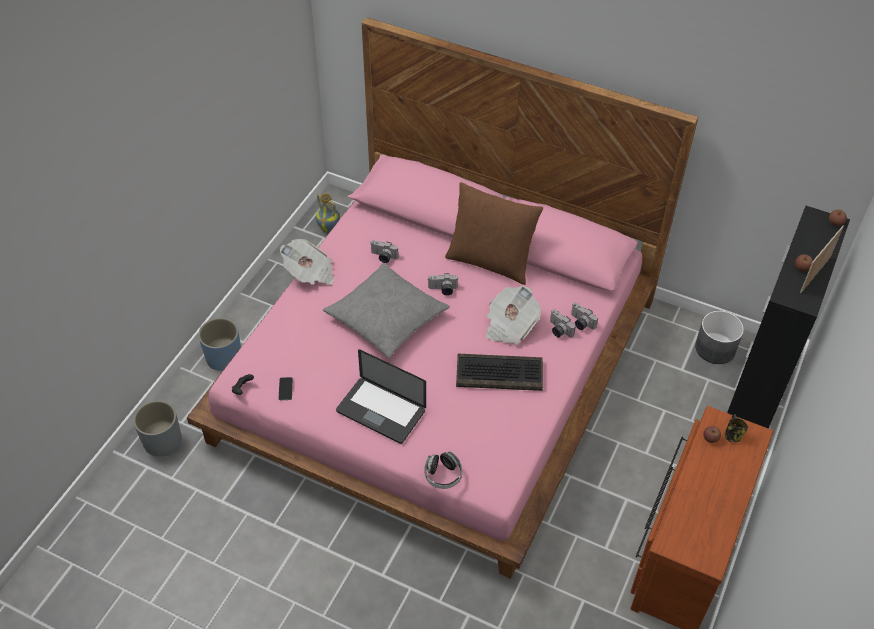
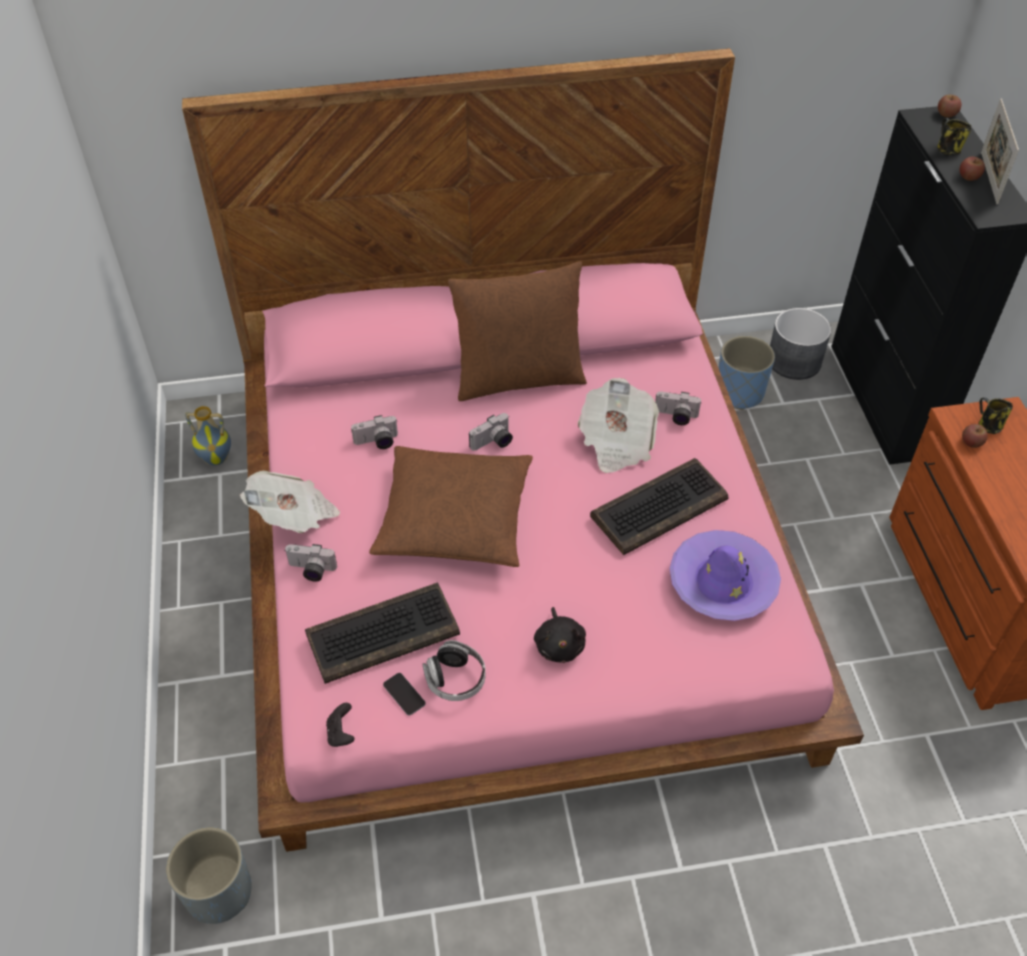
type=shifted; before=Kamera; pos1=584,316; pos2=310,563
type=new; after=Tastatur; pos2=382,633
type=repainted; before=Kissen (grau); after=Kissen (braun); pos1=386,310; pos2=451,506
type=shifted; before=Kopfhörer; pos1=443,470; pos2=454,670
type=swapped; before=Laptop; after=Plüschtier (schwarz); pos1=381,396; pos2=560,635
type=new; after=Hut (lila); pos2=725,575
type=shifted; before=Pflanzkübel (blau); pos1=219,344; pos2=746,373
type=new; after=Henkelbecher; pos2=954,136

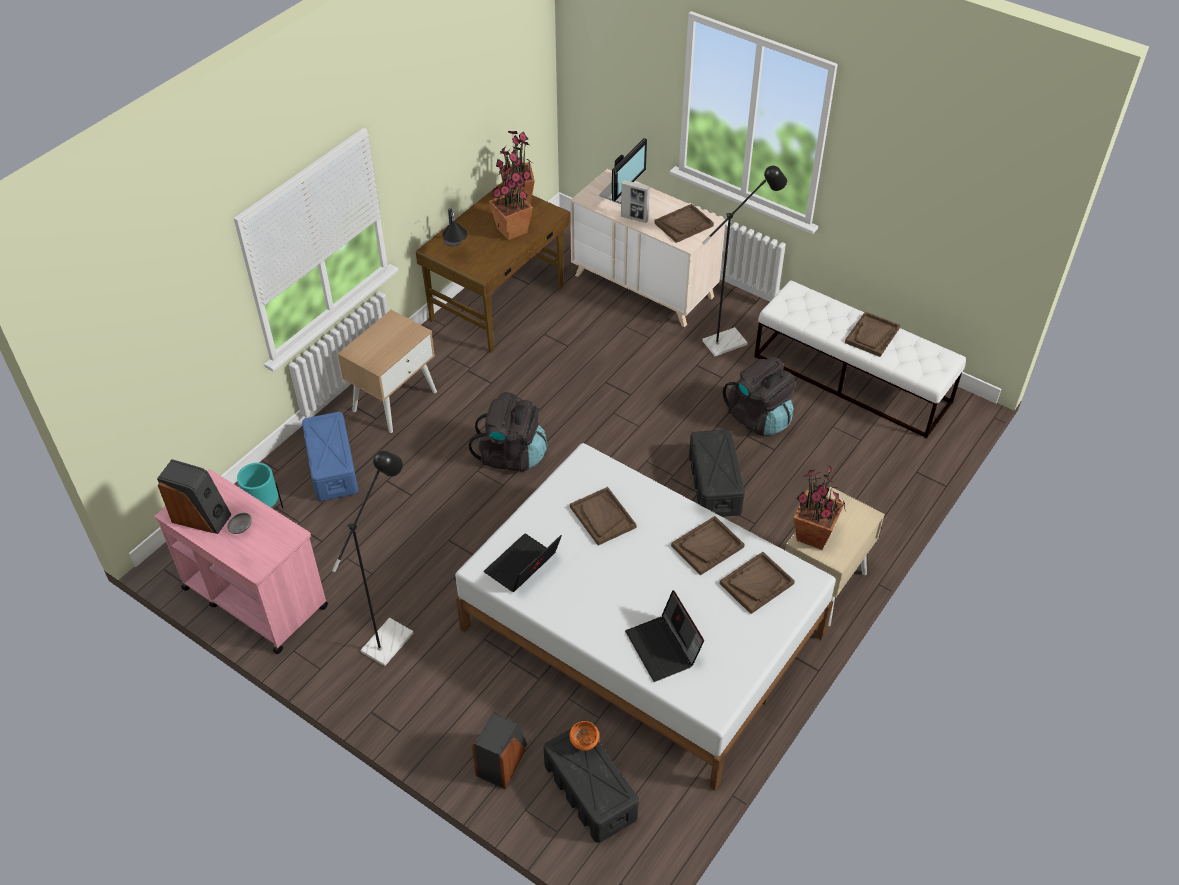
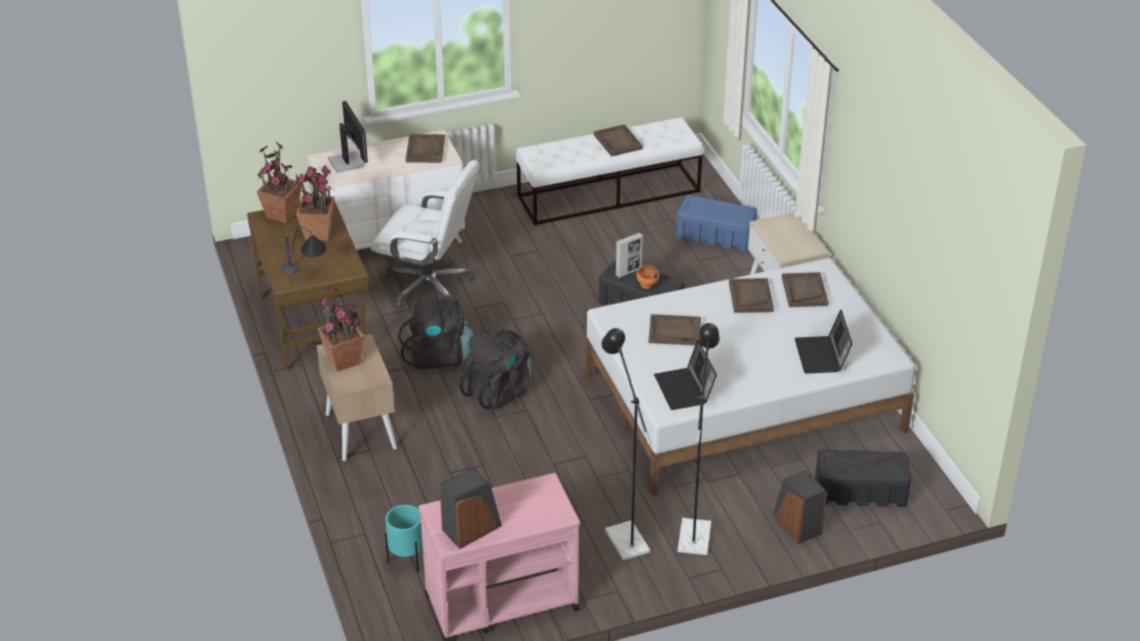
type=shifted; before=Topfpflanze; pos1=820,507; pos2=341,329
type=new; after=Bürostuhl (weiß); pos2=425,234
type=shifted; before=Rucksack (schwarz); pos1=759,396; pos2=436,331
type=shifted; before=Bilderrahmen; pos1=635,201; pos2=629,255
type=shifted; before=Schüssel (orange); pos1=584,736; pos2=647,277
type=shifted; before=Aufbewahrungsbox (blau); pos1=330,456; pos2=716,223
type=shifted; before=Stehlampe (schwarz); pos1=744,261; pos2=699,439
type=rotated; before=Laptop; pos1=664,636; pos2=823,341; turn=75
type=gone; before=Schüssel (grau); pos1=239,523

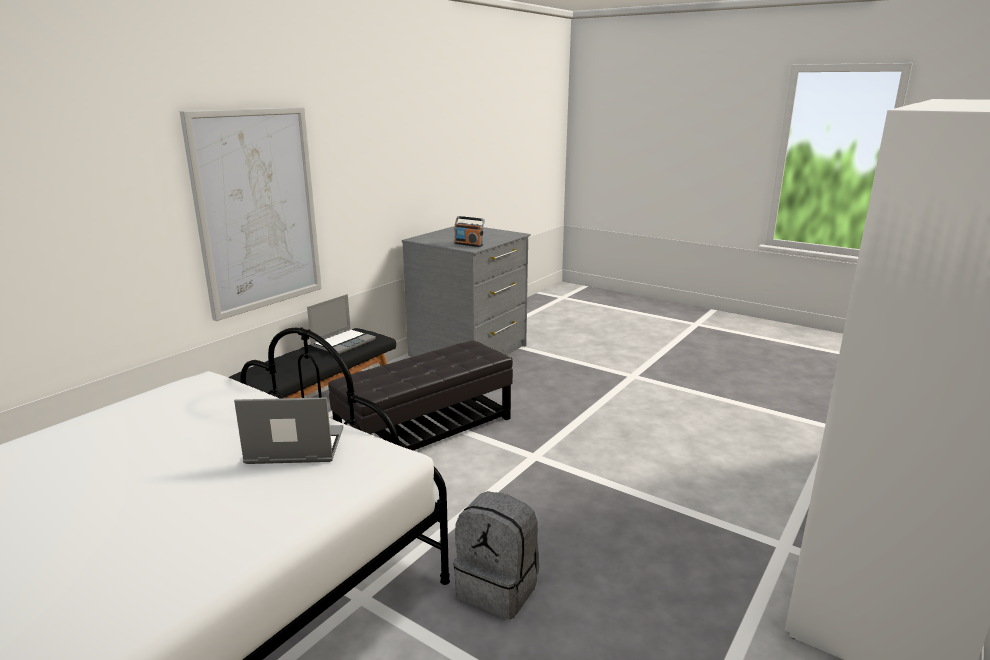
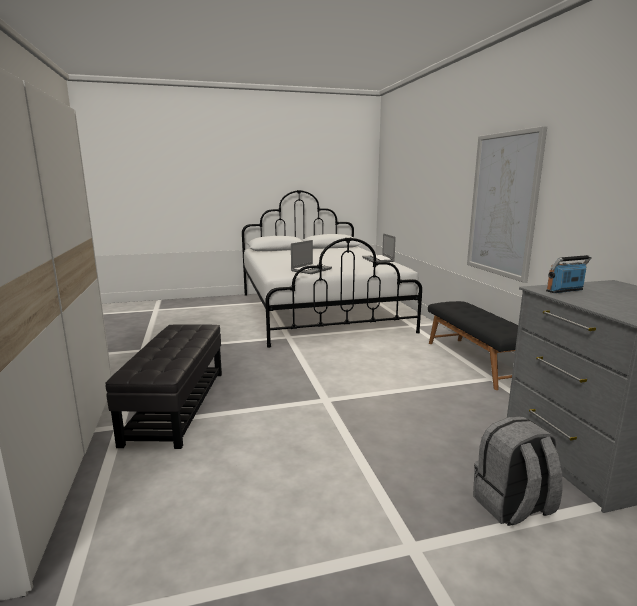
type=shifted; before=Polsterhocker (schwarz); pos1=420,395; pos2=163,386
type=shifted; before=Laptop; pos1=341,324; pos2=379,248
type=shifted; before=Rucksack (grau); pos1=496,555; pos2=518,471

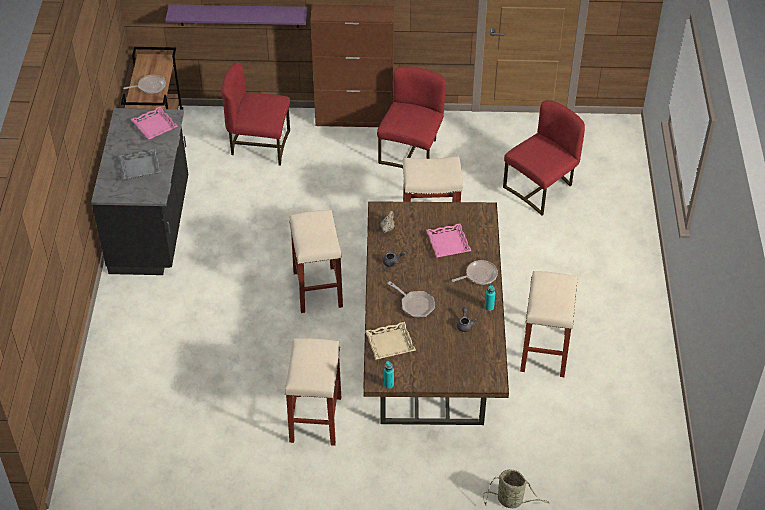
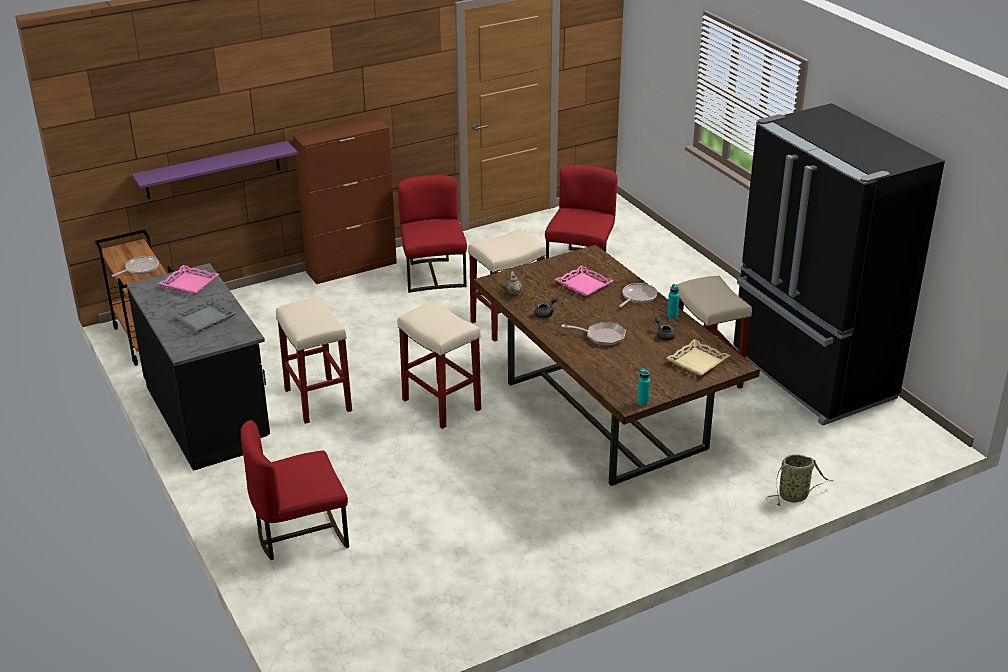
type=shifted; before=Stuhl (rot); pos1=256,114; pos2=295,490
type=shifted; before=Hocker (beige); pos1=313,392; pos2=314,361
type=shifted; before=Tablett (beige); pos1=390,341; pos2=698,357
type=new; after=Kühlschrank (schwarz); pos2=839,264

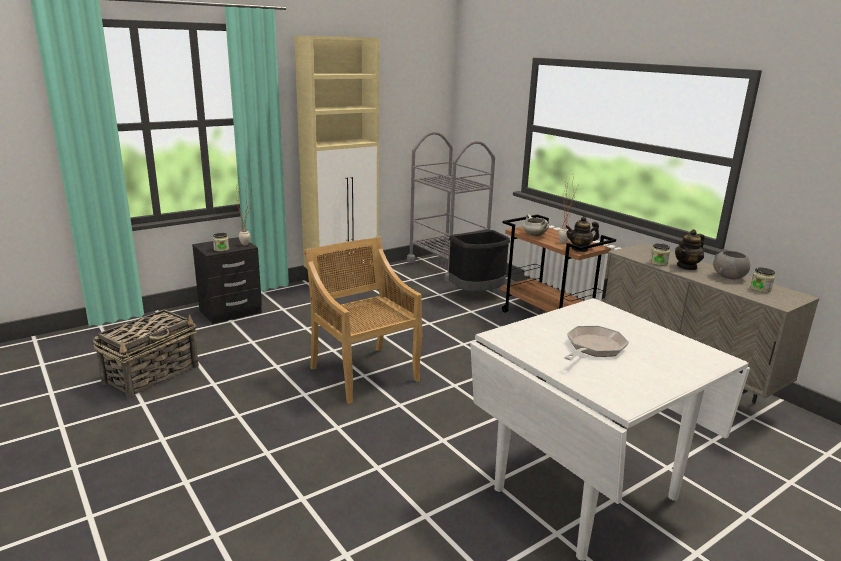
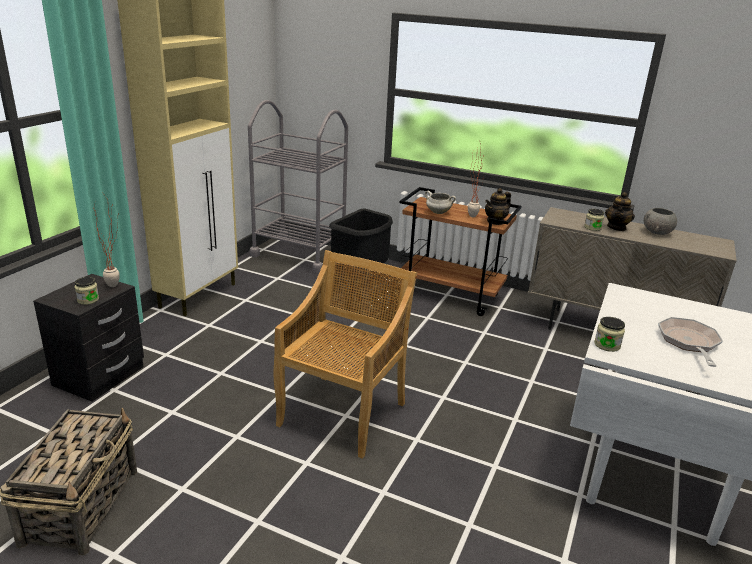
type=rotated; before=Stuhl (beige); pos1=363,320; pos2=345,354; turn=90
type=shifted; before=Vorratsglas; pos1=762,280; pos2=609,334

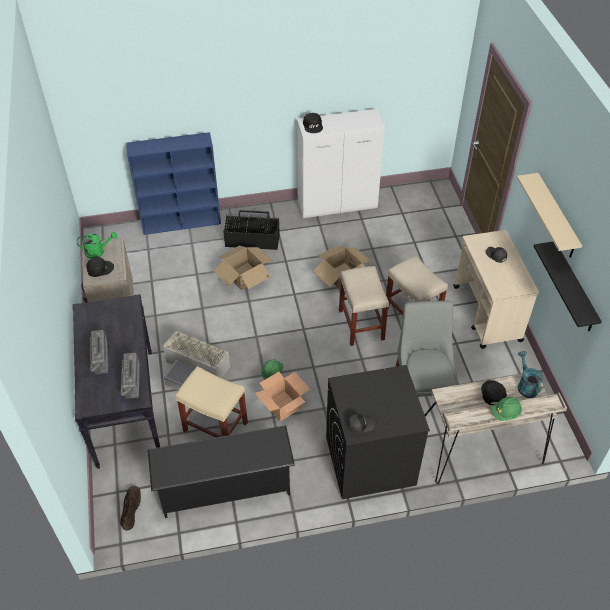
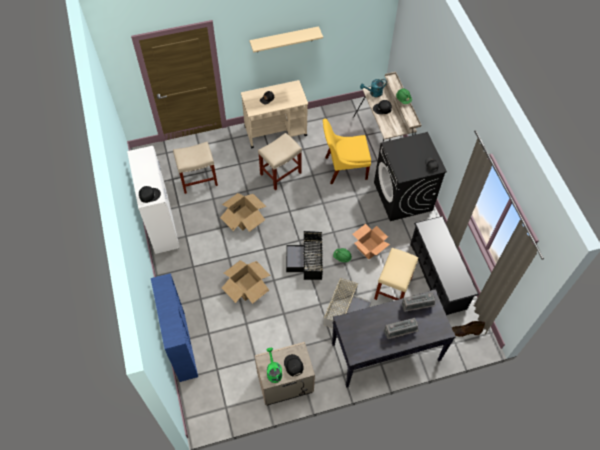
type=shifted; before=Hocker (beige); pos1=364,306; pos2=195,168
type=shifted; before=Aufbewahrungsbox (schwarz); pos1=251,230; pos2=304,255
type=repainted; before=Stuhl (grau); after=Stuhl (gelb); pos1=427,349; pos2=347,151
type=gone; before=Wandregal (schwarz); pos1=567,286

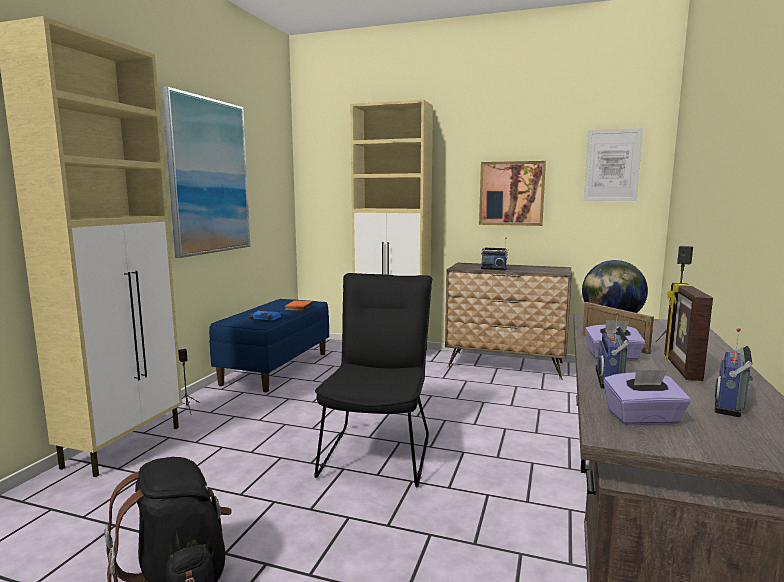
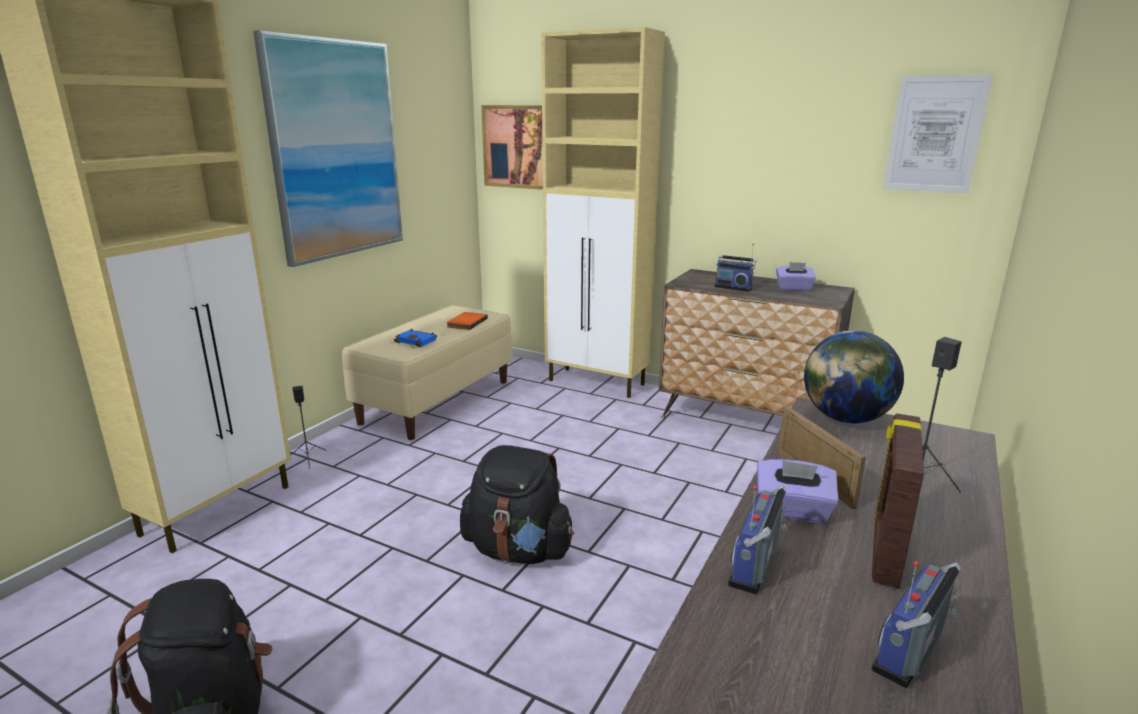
type=repainted; before=Bank (blau); after=Bank (beige); pos1=269,345; pos2=427,372
type=swapped; before=Stuhl (schwarz); after=Rucksack (schwarz); pos1=373,380; pos2=517,504
type=shifted; before=Bild; pos1=512,193; pos2=512,147
type=shifted; before=Taschentuchbox (lila); pos1=647,397; pos2=796,276

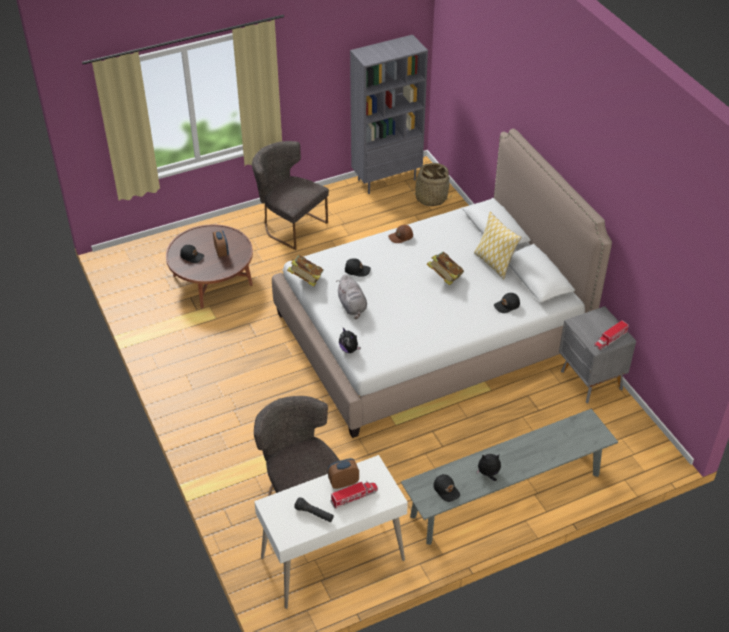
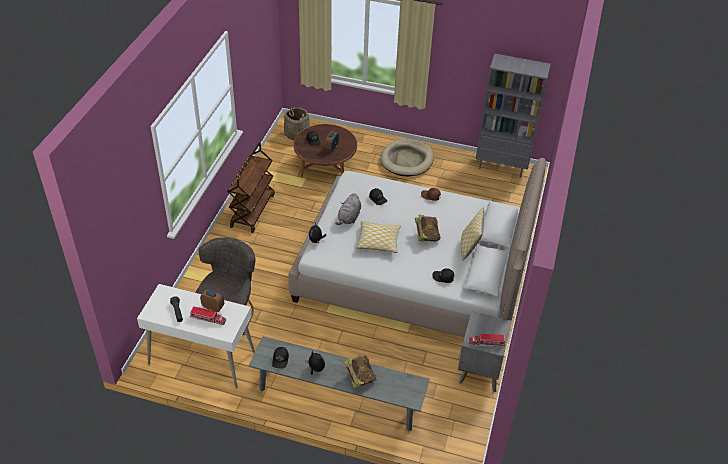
type=new; after=Rollwagen (braun); pos2=251,188
type=shifted; before=Korb; pos1=431,184; pos2=297,123
type=shifted; before=Buch; pos1=305,271; pos2=359,372
type=new; after=Kissen; pos2=378,237
type=swapped; before=Stuhl (grau); after=Hundebett (beige); pos1=290,195; pos2=407,157

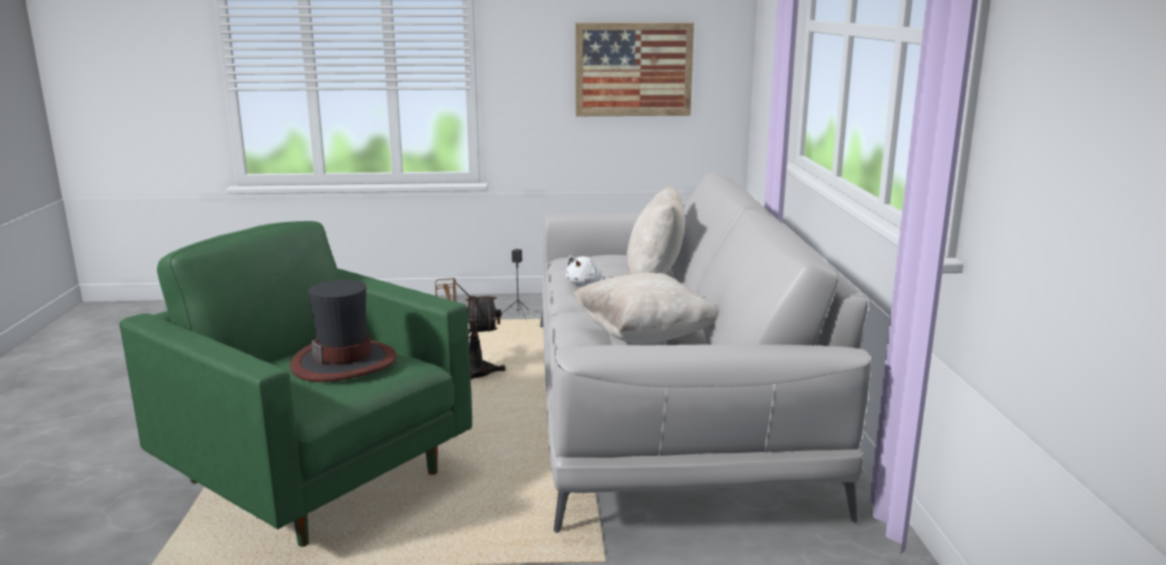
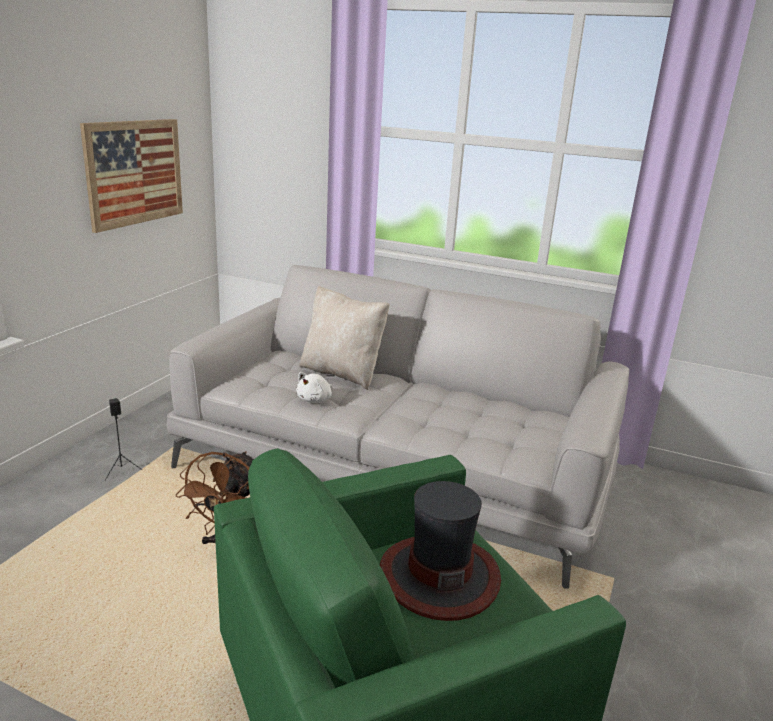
type=rotated; before=Plüschtier (weiß); pos1=584,270; pos2=314,387; turn=75
type=gone; before=Kissen (beige); pos1=645,308

